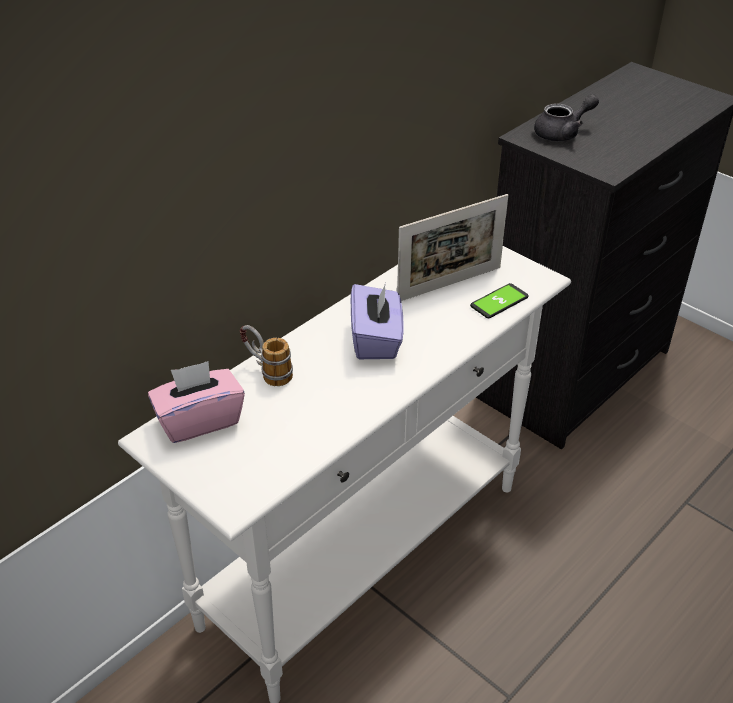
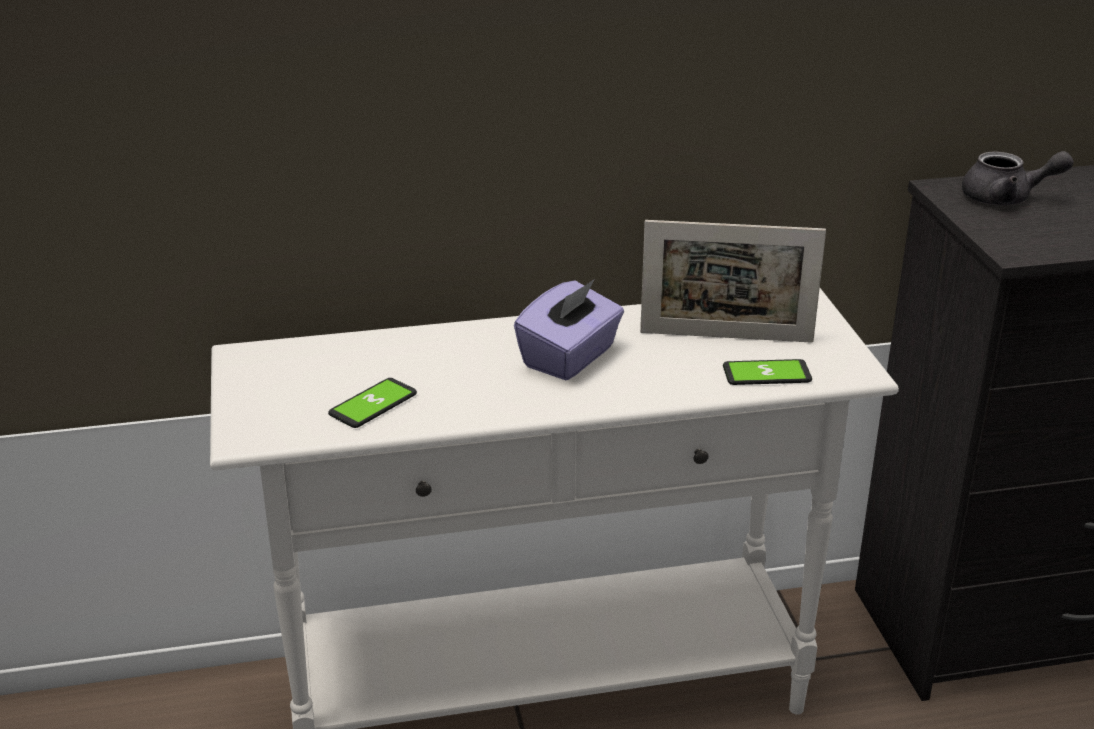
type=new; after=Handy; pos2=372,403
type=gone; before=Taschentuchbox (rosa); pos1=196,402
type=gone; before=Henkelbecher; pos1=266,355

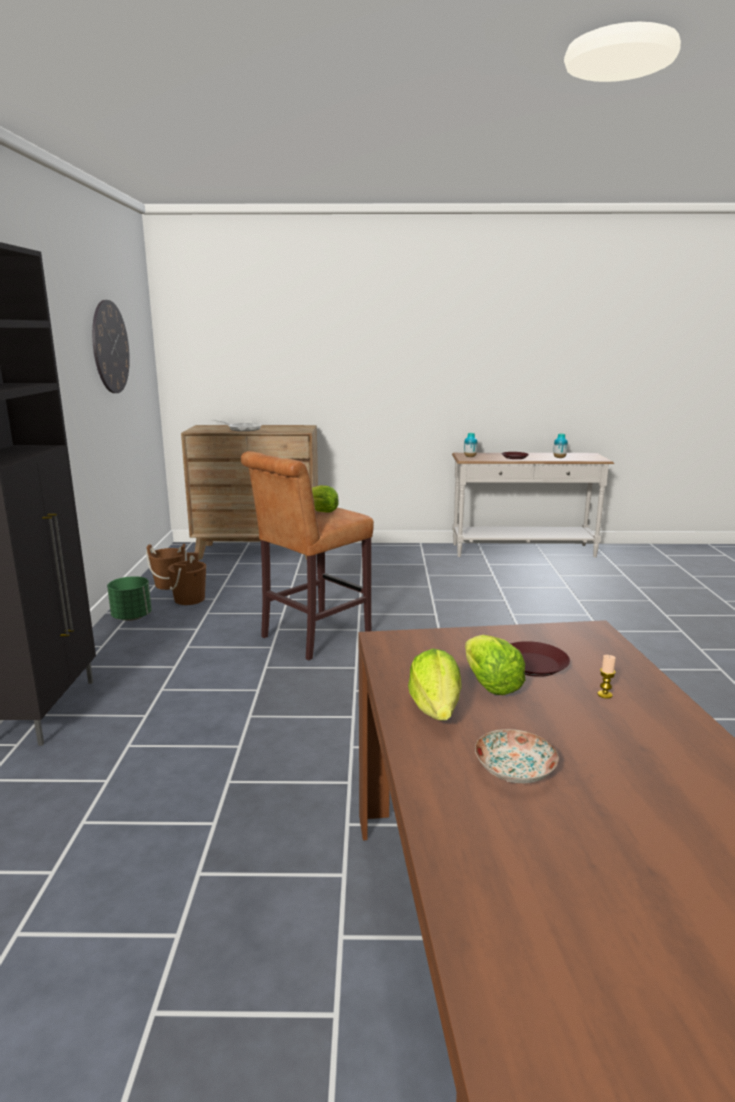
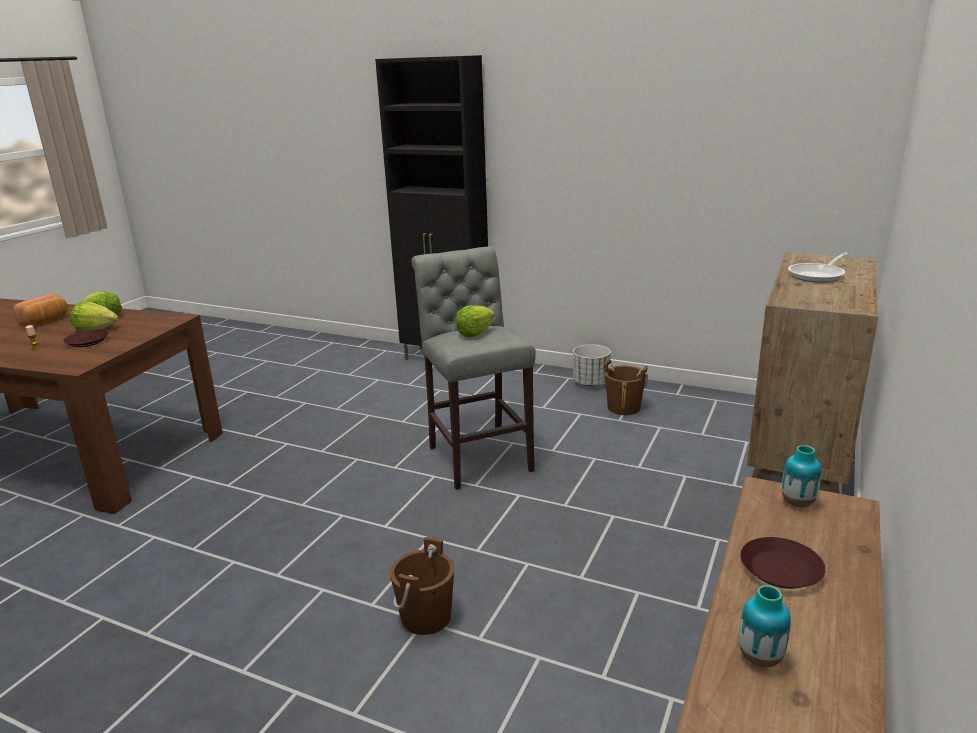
type=swapped; before=Teller; after=Brot; pos1=517,756; pos2=40,309
type=shifted; before=Eimer (braun); pos1=166,567; pos2=422,586
type=repainted; before=Hocker (braun); after=Hocker (grau); pos1=307,555; pos2=473,368
type=repainted; before=Pflanzkübel (grün); after=Pflanzkübel (weiß); pos1=129,598; pos2=592,365
type=gone; before=Wanduhr; pos1=111,346

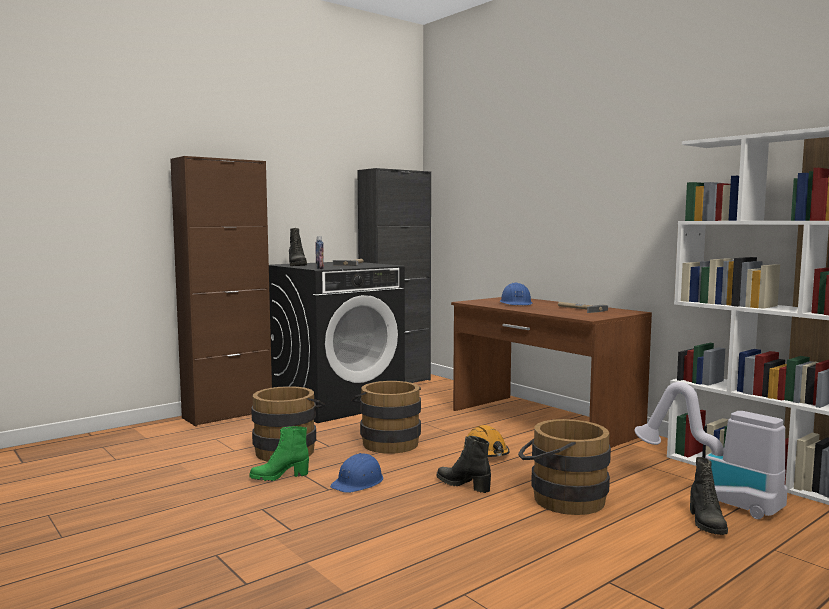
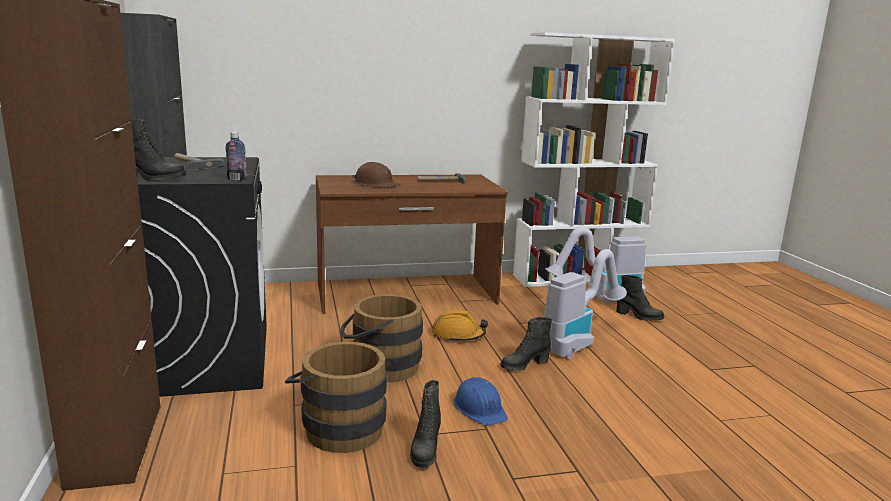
type=repainted; before=Schutzhelm (blau); after=Schutzhelm (braun); pos1=516,293; pos2=376,174
type=repainted; before=Stiefel (grün); after=Stiefel (schwarz); pos1=279,453; pos2=425,424
type=swapped; before=Eimer (braun); after=Staubsauger; pos1=564,467; pos2=585,304

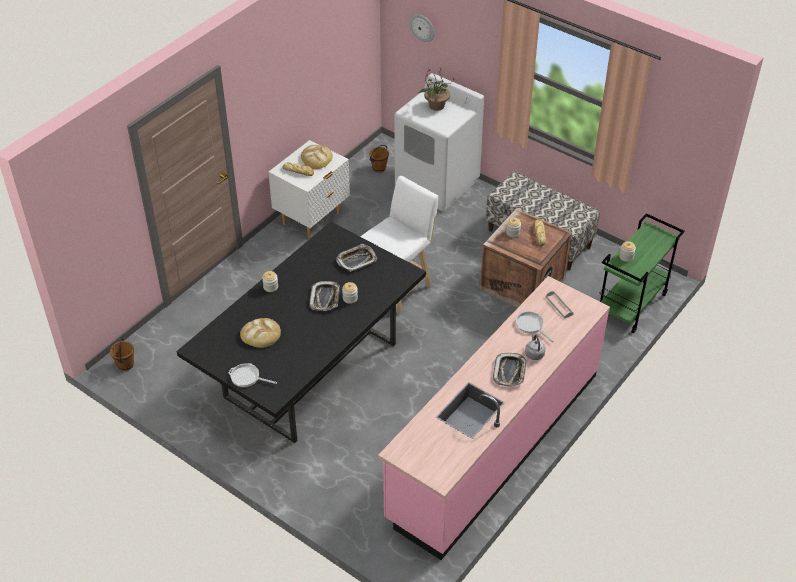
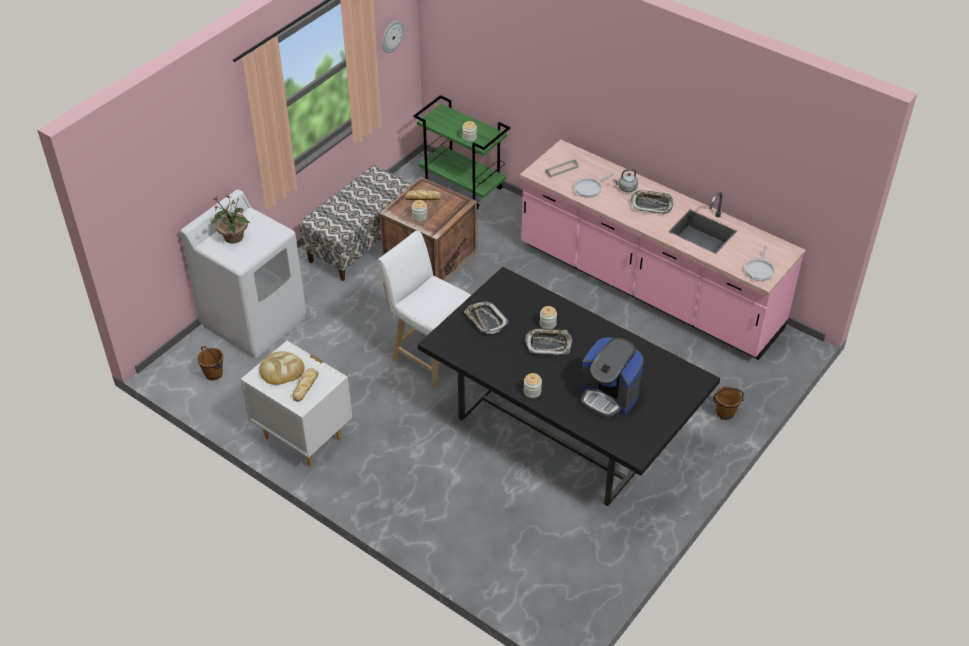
type=shifted; before=Wanduhr; pos1=422,28; pos2=393,36
type=swapped; before=Brot; after=Kaffeemaschine; pos1=260,333; pos2=611,377
type=shifted; before=Eimer (braun); pos1=122,354; pos2=728,403
type=shifted; before=Pfanne; pos1=253,375; pos2=759,263

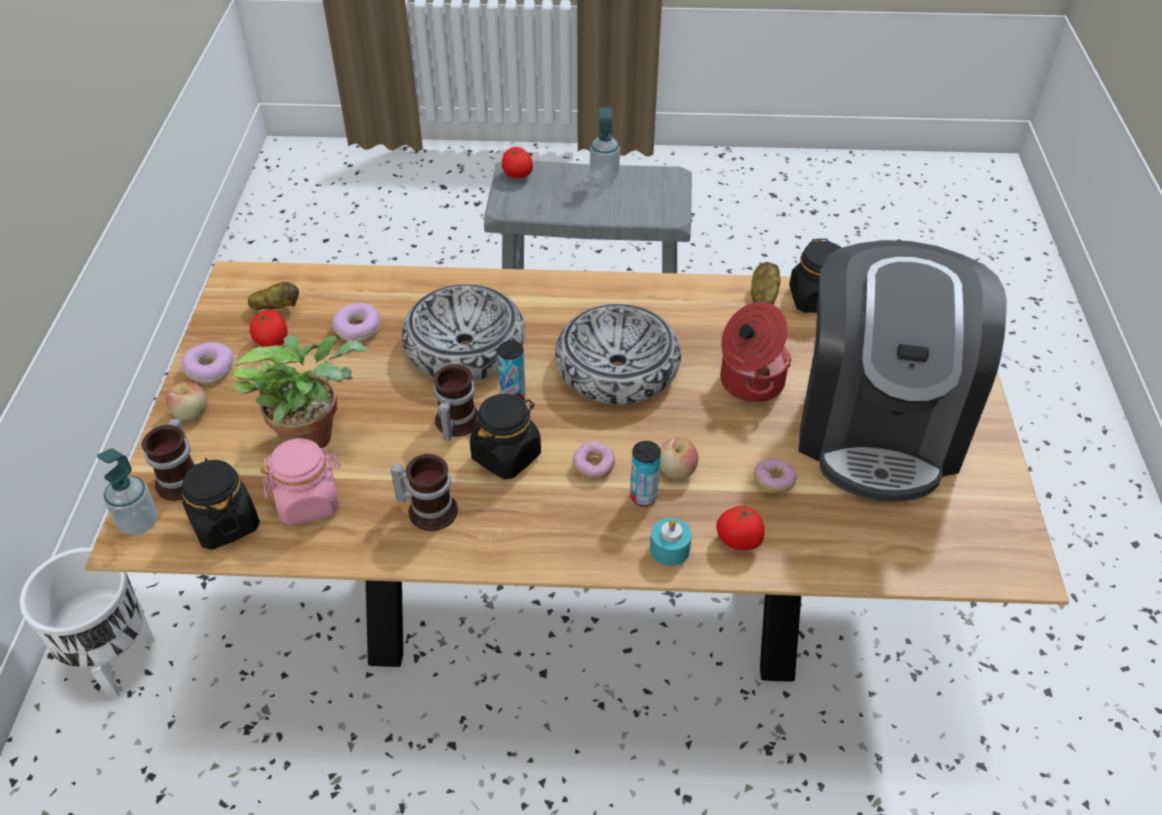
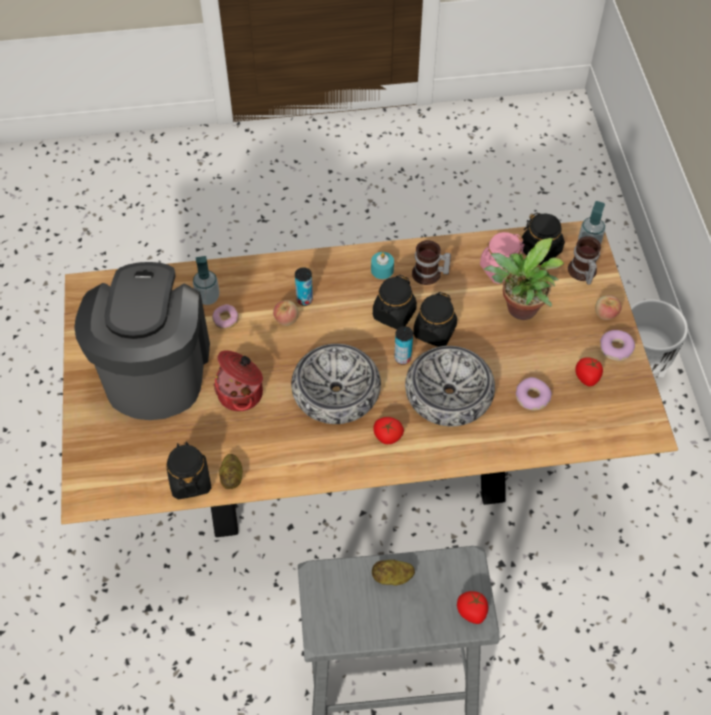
type=shifted; before=Seifenspender; pos1=605,144; pos2=206,280
type=shifted; before=Kerze (türkis); pos1=671,542; pos2=382,265
type=shifted; before=Kartoffel; pos1=273,296; pos2=393,572
type=shifted; before=Tomate; pos1=740,526; pos2=388,430
type=swapped; before=Henkelbecher; after=Vorratsglas (schwarz); pos1=455,402; pos2=435,319
type=gone; before=Donut; pos1=594,460

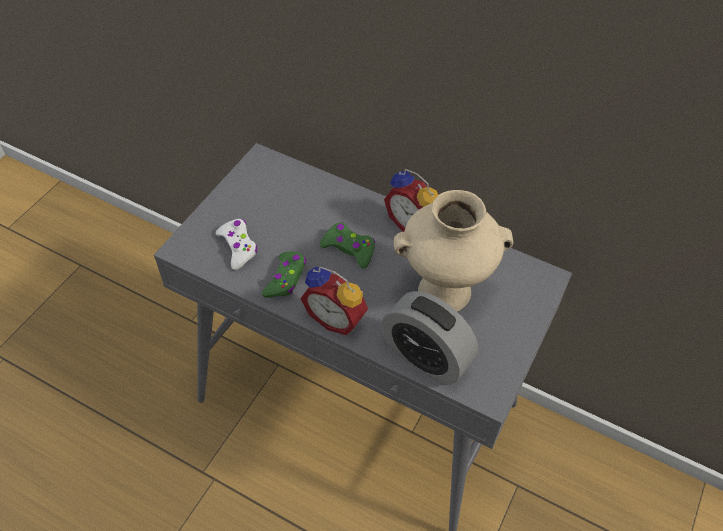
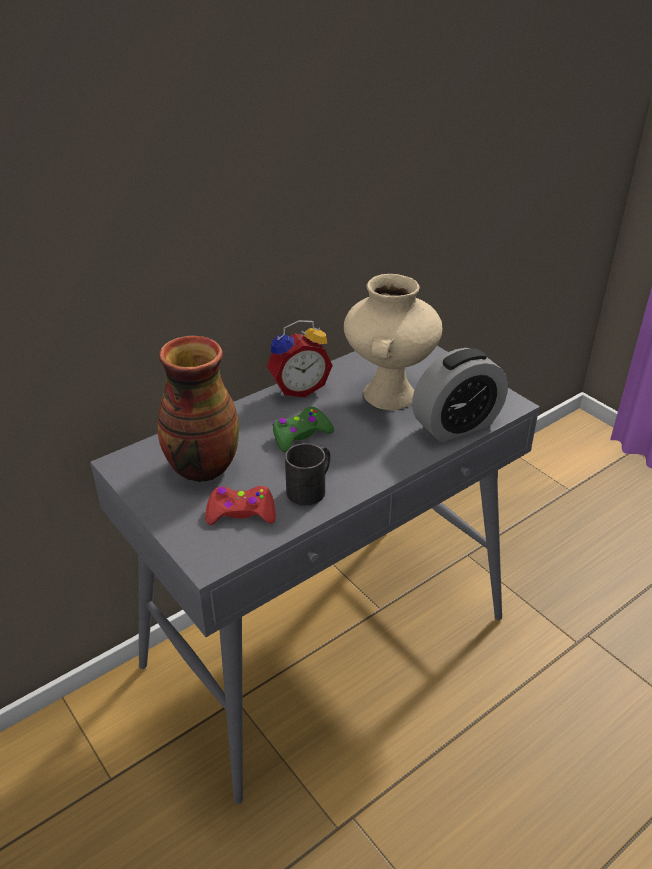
type=new; after=Vase; pos2=198,409
type=repainted; before=Gamepad (weiß); after=Gamepad (rot); pos1=236,244; pos2=240,505
type=swapped; before=Gamepad (grün); after=Henkelbecher (schwarz); pos1=284,274; pos2=308,474
type=gone; before=Wecker; pos1=334,300

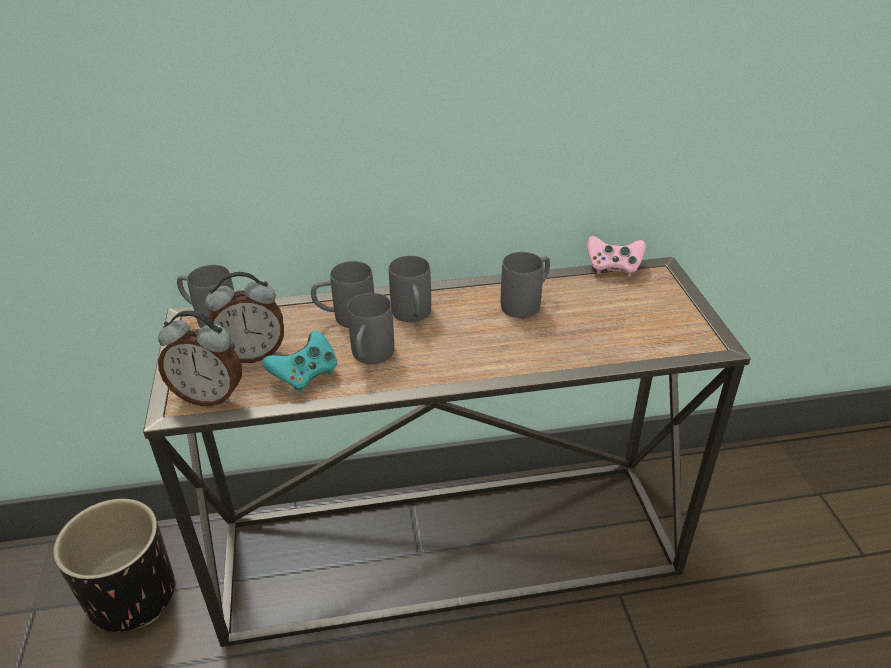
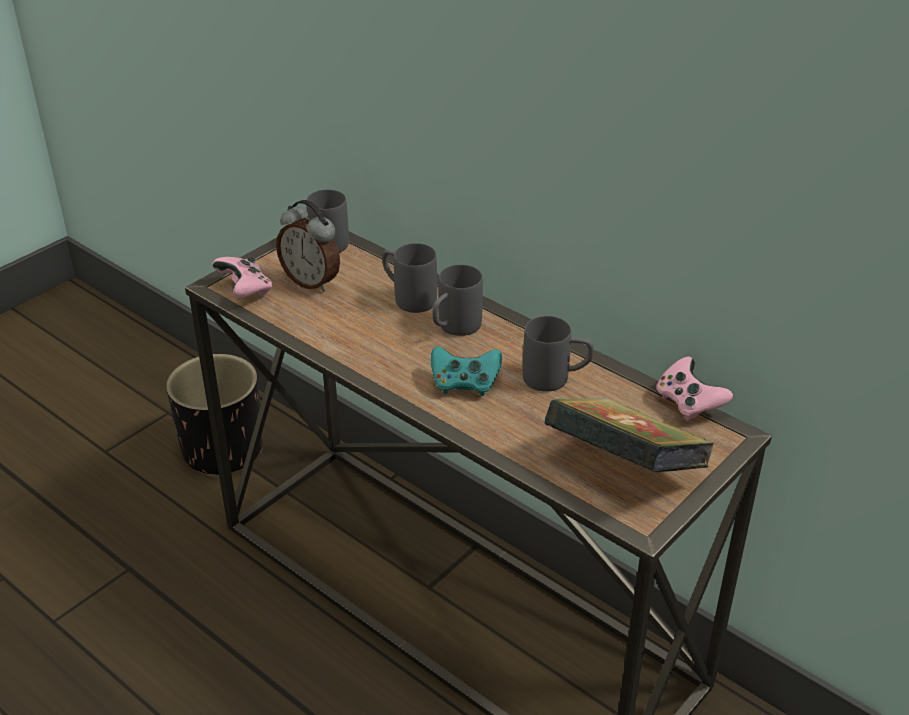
type=swapped; before=Wecker; after=Gamepad (rosa); pos1=200,358; pos2=242,276
type=shifted; before=Gamepad (türkis); pos1=299,361; pos2=466,371
type=new; after=Buch; pos2=629,435
type=gone; before=Henkelbecher (grau); pos1=370,328

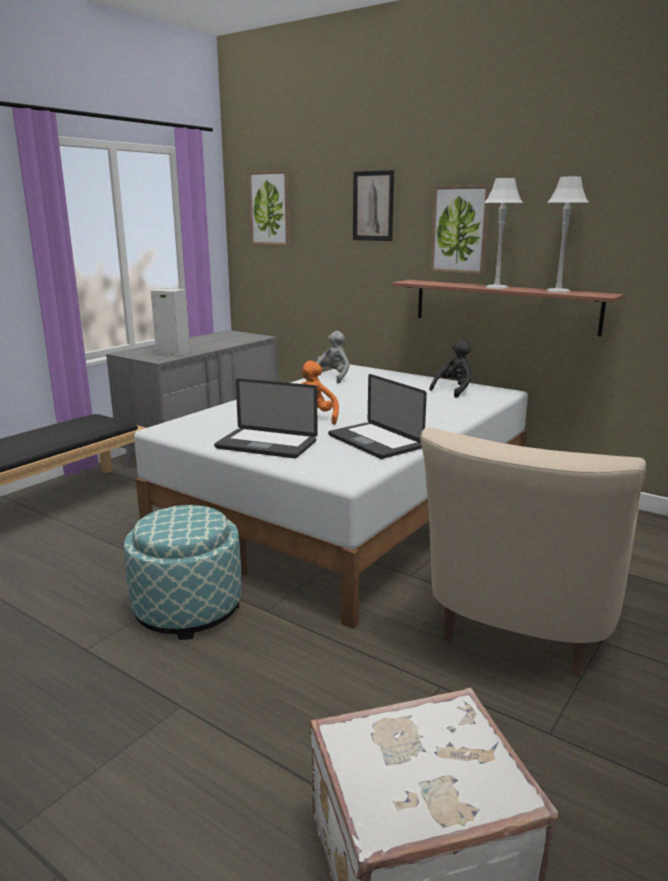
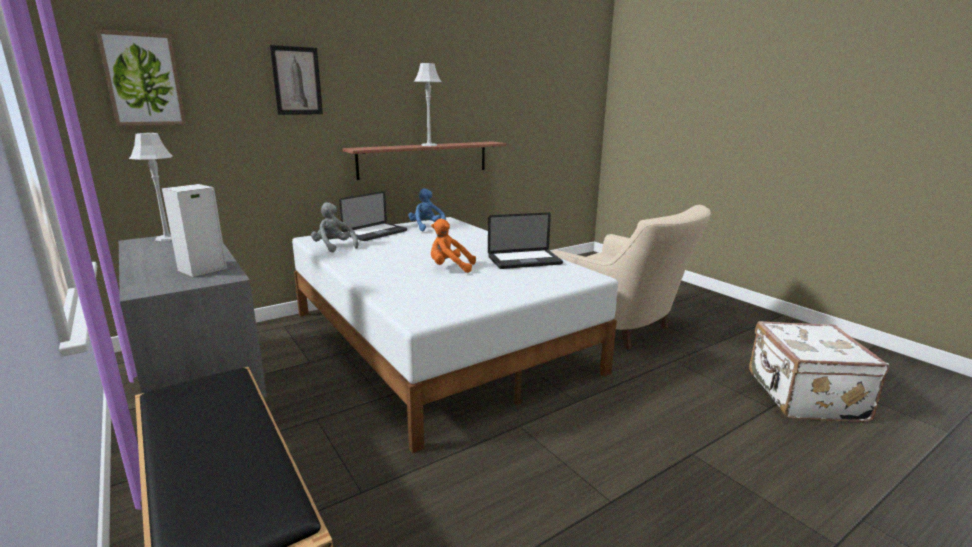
type=shifted; before=Tischlampe (grau); pos1=568,234; pos2=151,187
type=shifted; before=Laptop; pos1=266,418; pos2=373,216
type=repainted; before=Plüschtier (schwarz); after=Plüschtier (blau); pos1=450,369; pos2=427,209
type=gone; before=Polsterhocker; pos1=183,572
type=gone; before=Bild; pos1=460,229

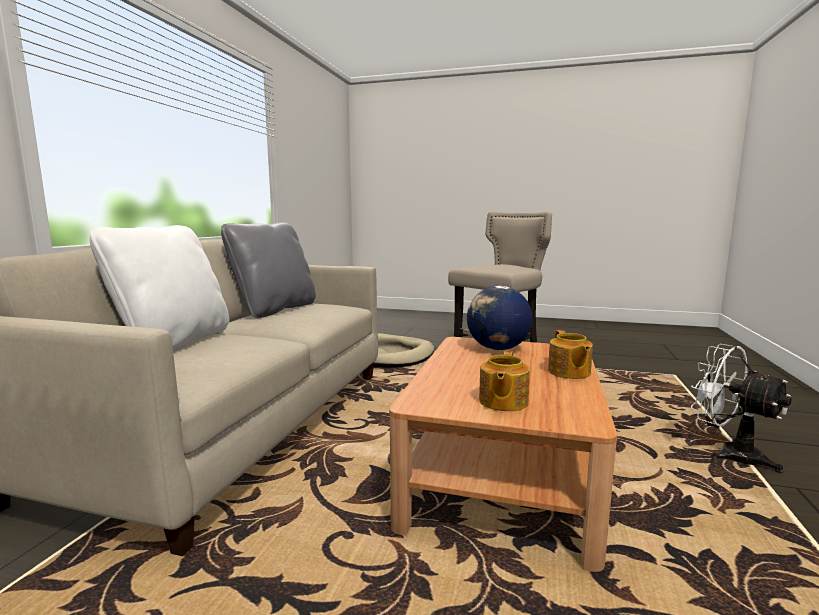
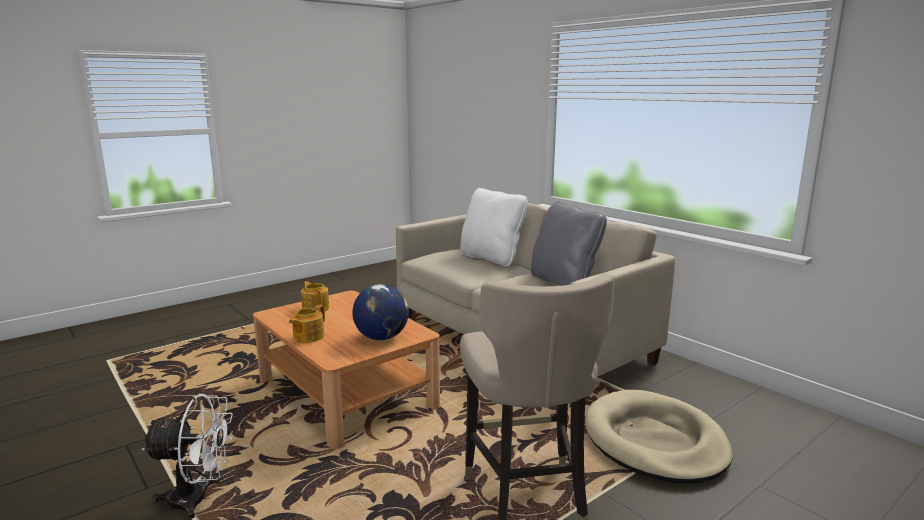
type=rotated; before=Teekanne; pos1=570,354; pos2=307,324; turn=-90

